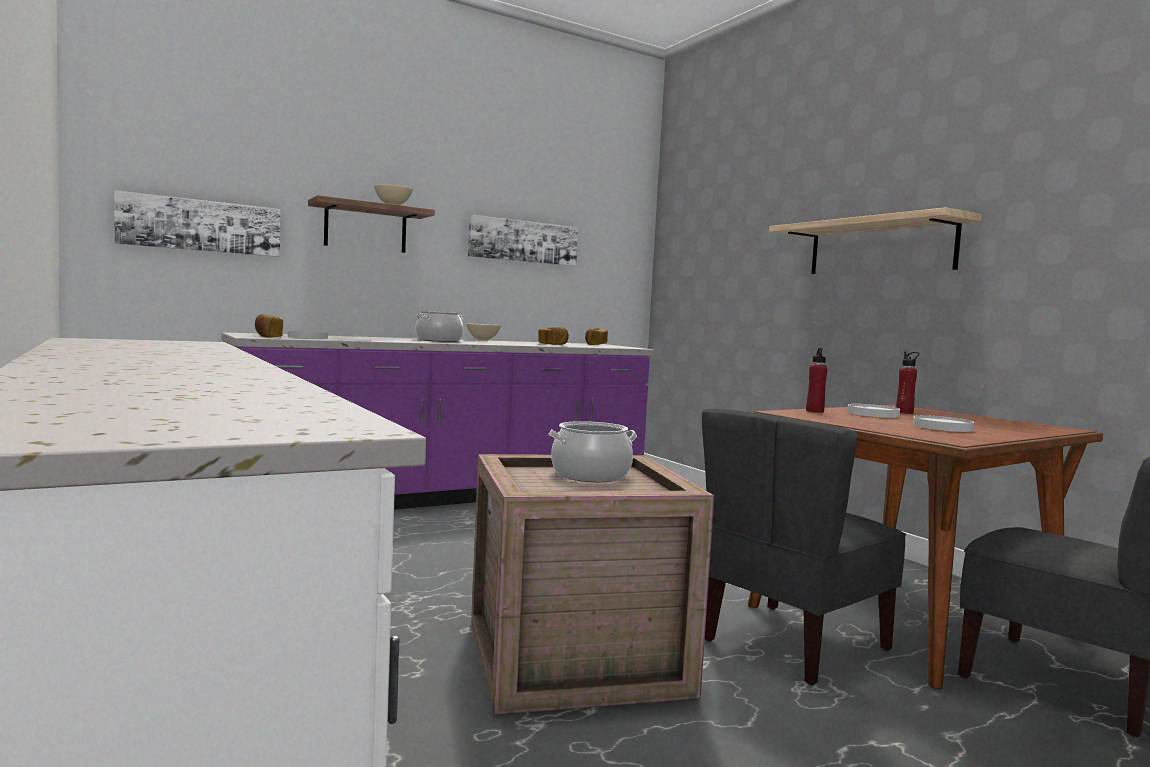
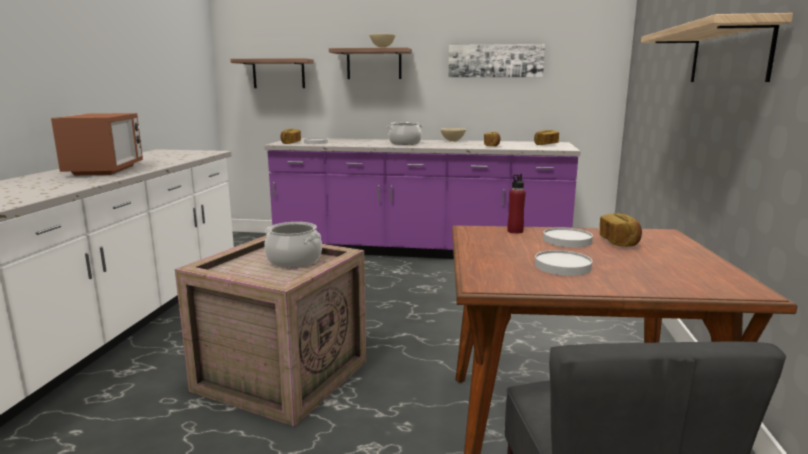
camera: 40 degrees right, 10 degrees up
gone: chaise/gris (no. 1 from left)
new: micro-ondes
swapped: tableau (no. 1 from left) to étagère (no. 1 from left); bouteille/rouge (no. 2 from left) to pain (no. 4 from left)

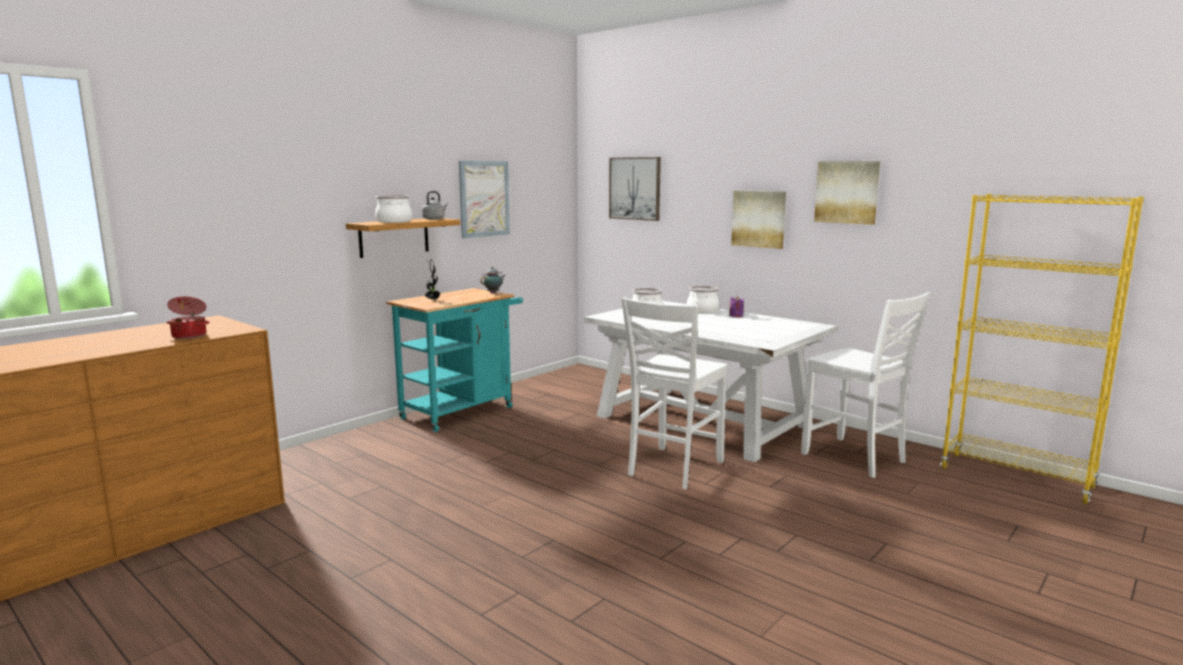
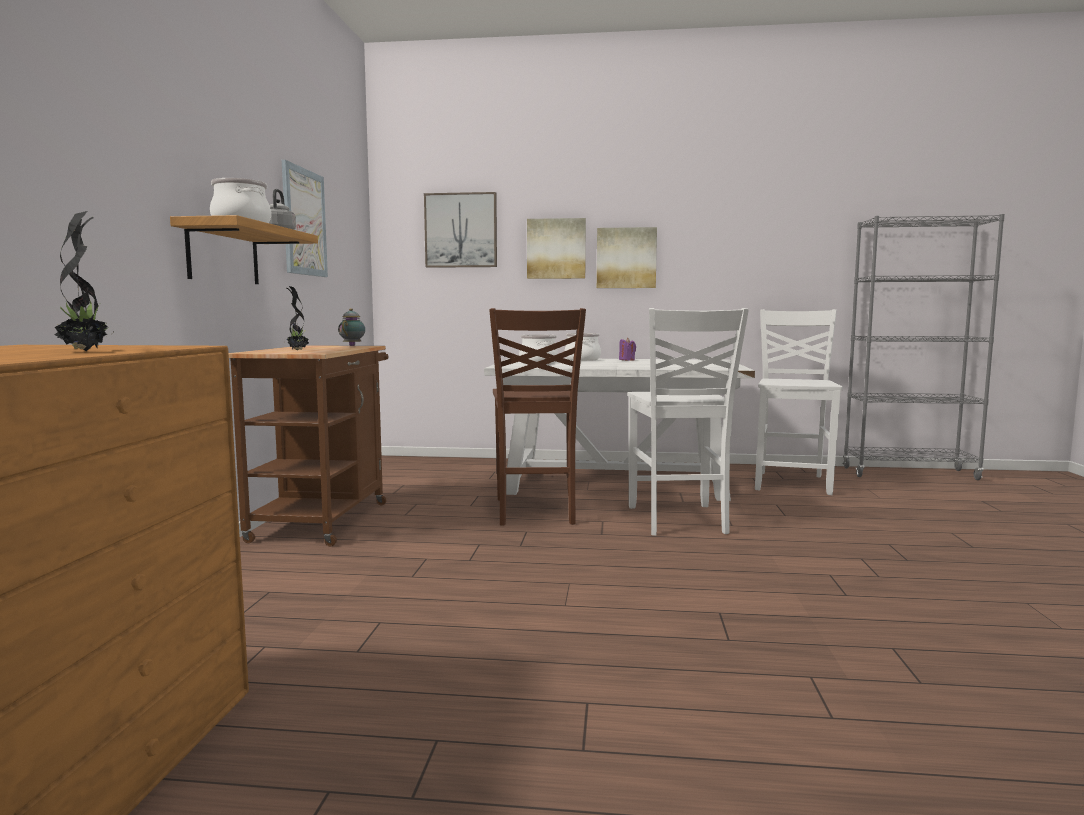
camera: 35 degrees left, 5 degrees down
new: chaise/marron
shifted: tableau (no. 4 from left in the first image) to tableau (no. 3 from left)
swapped: marmite (no. 1 from left) to plante en pot (no. 1 from left)
repainted: chariot/turquoise to chariot/marron; bibliothèque/jaune to bibliothèque/gris
rotated: chaise/blanc (no. 2 from left) 90 degrees counterclockwise

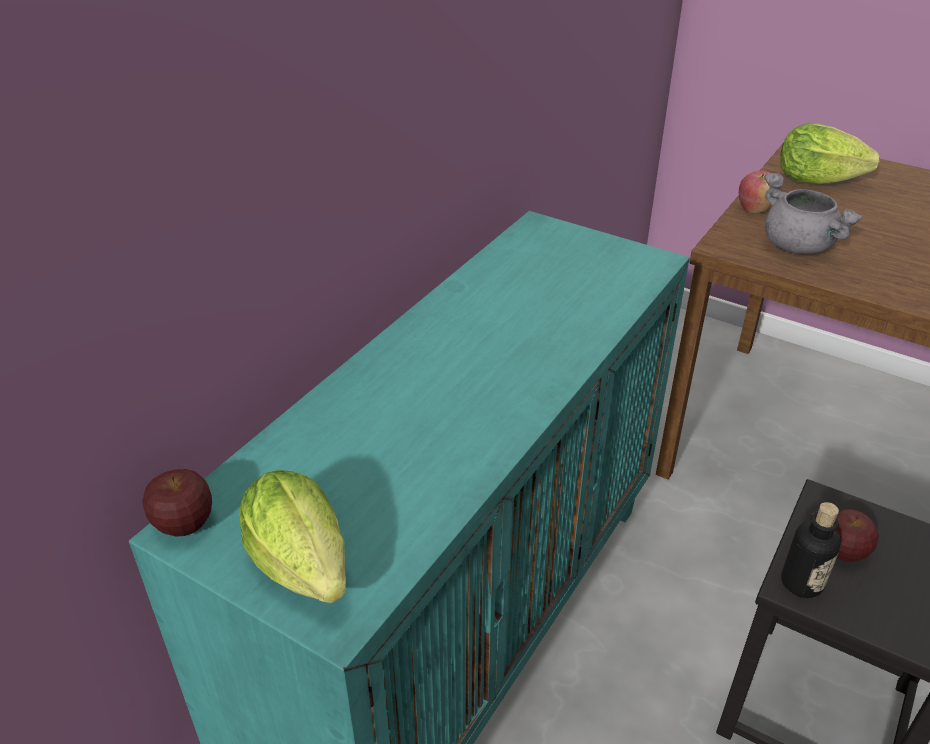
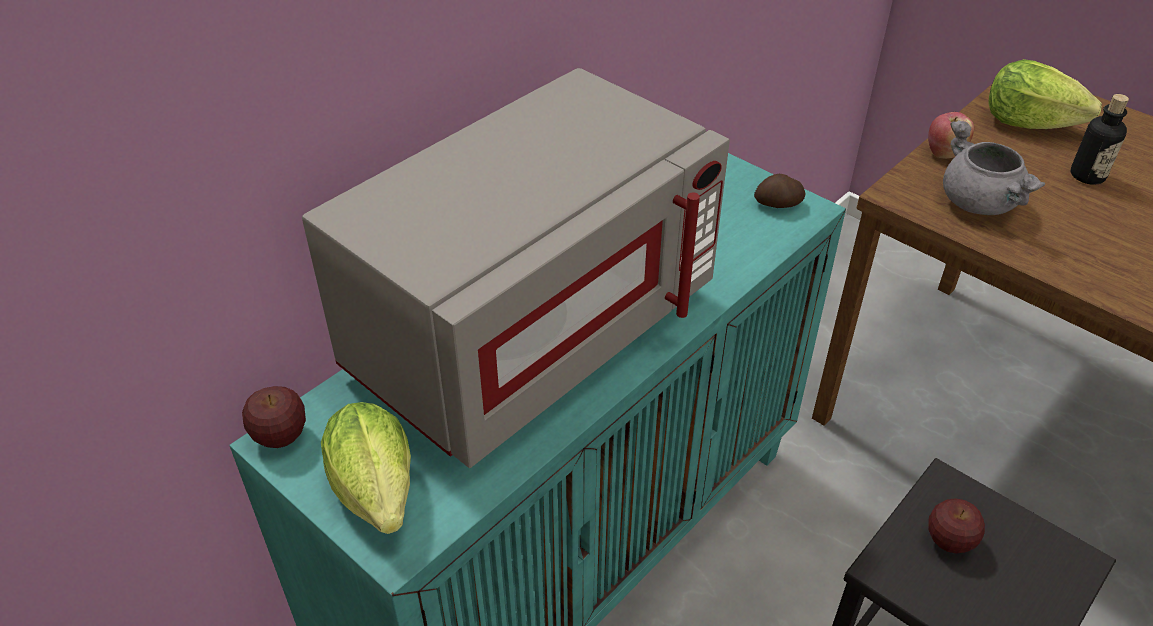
camera: 10 degrees right, 5 degrees up
new: micro-ondes/gris; pomme de terre
shifted: bouteille

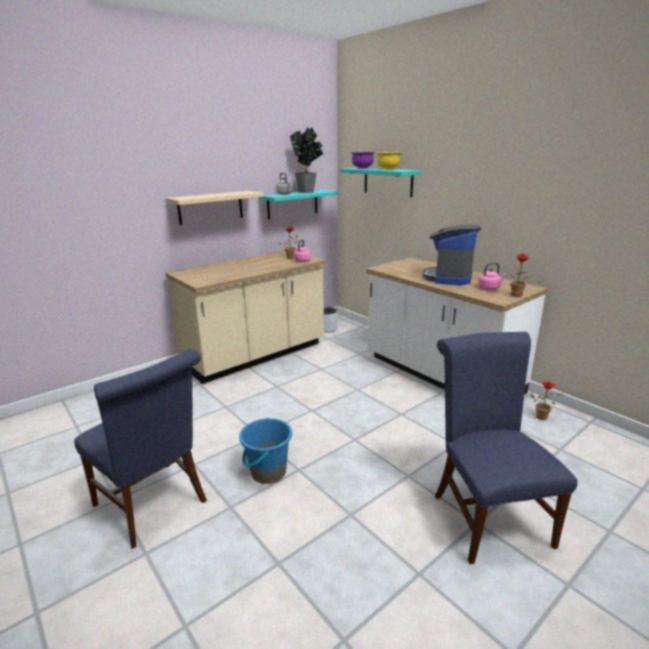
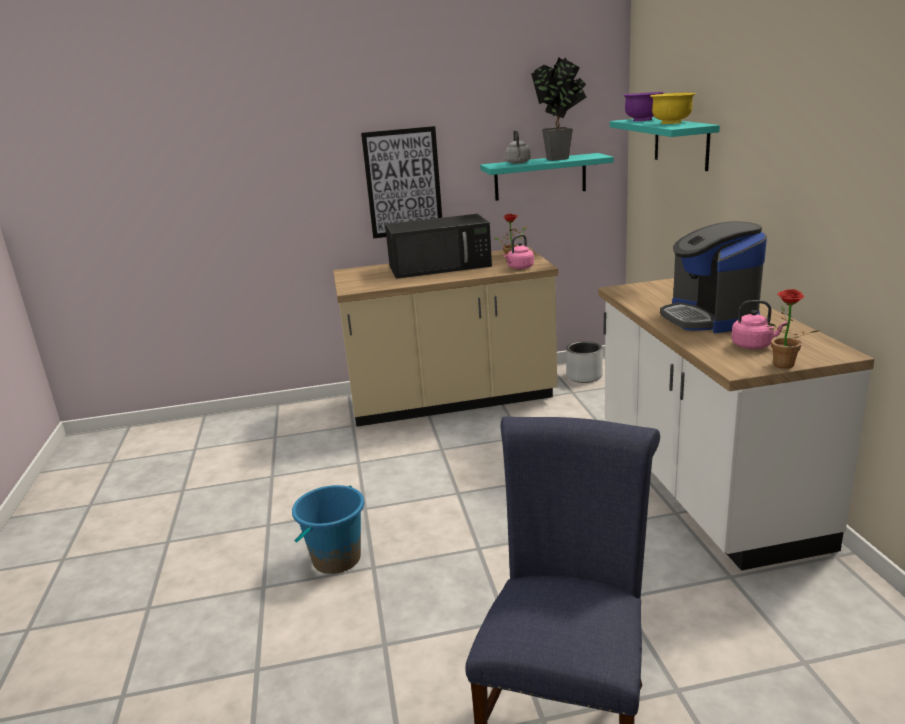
camera: 30 degrees right, 0 degrees up
gone: chaise/bleu (no. 1 from left); plante en pot (no. 4 from left)
new: micro-ondes/noir
swapped: étagère/beige to tableau
rotated: machine à café 60 degrees counterclockwise

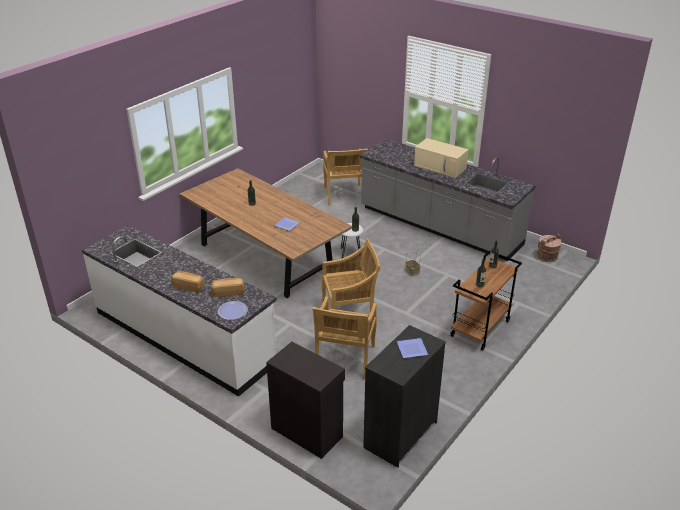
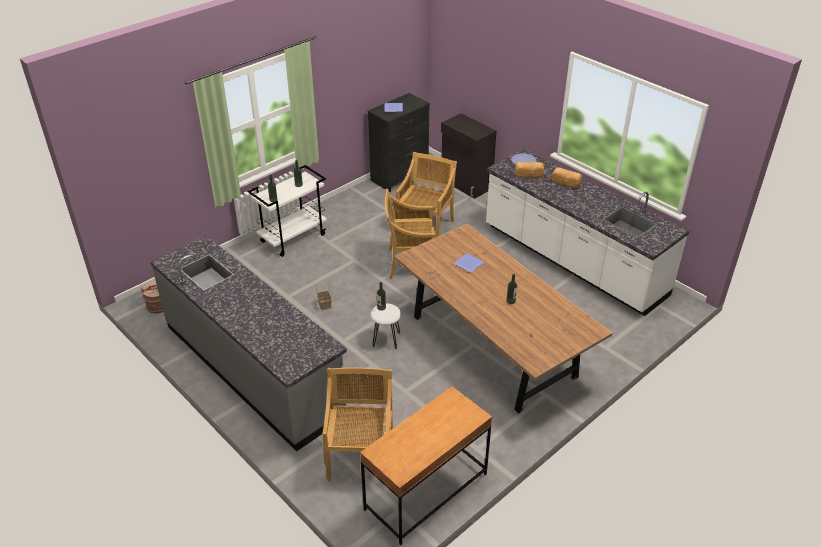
camera: 170 degrees left, 5 degrees up
gone: micro-ondes/beige
new: bureau/marron
repainted: chariot/marron to chariot/blanc

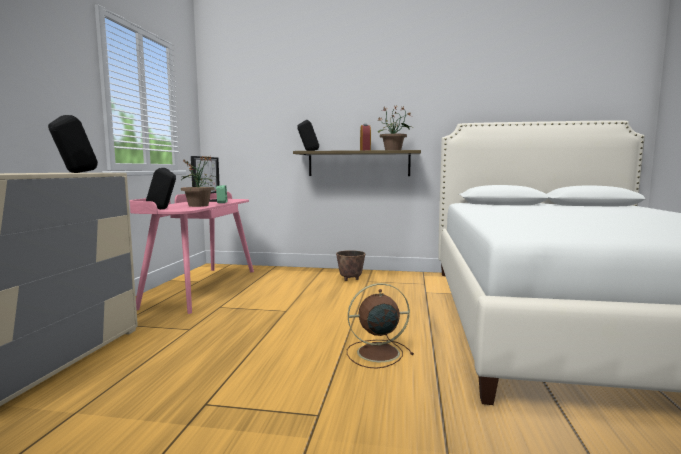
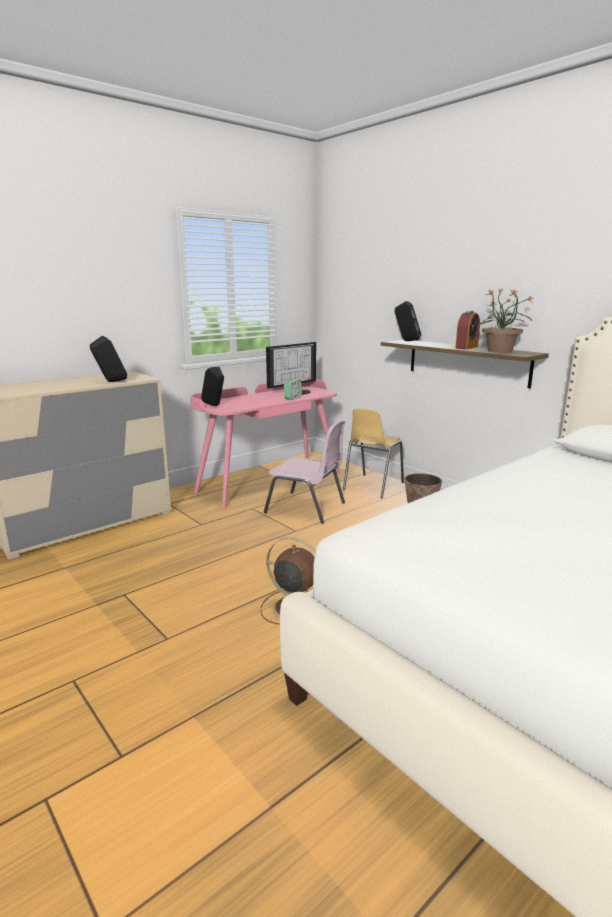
camera: 40 degrees right, 10 degrees up
gone: plante en pot (no. 1 from left)
new: chaise/rose; chaise/jaune

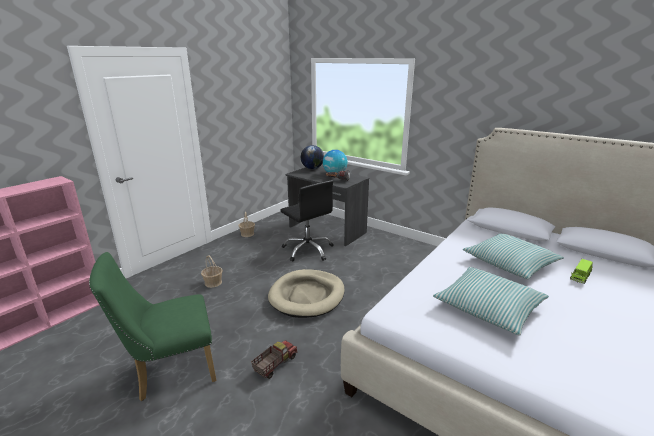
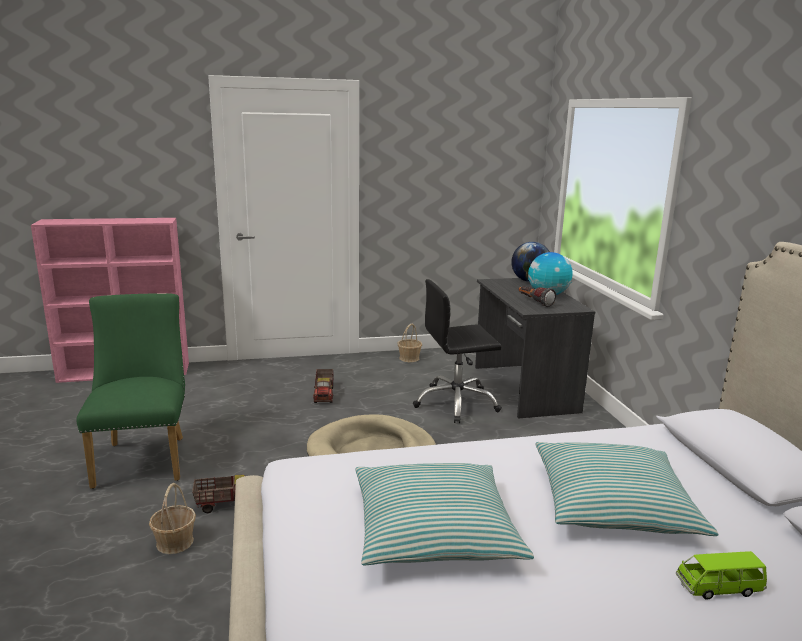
camera: 40 degrees right, 5 degrees down
new: camion jouet (no. 2 from left)
shifted: panier (no. 1 from left)
rotated: chaise/vert 60 degrees clockwise; chaise de bureau/noir 75 degrees clockwise

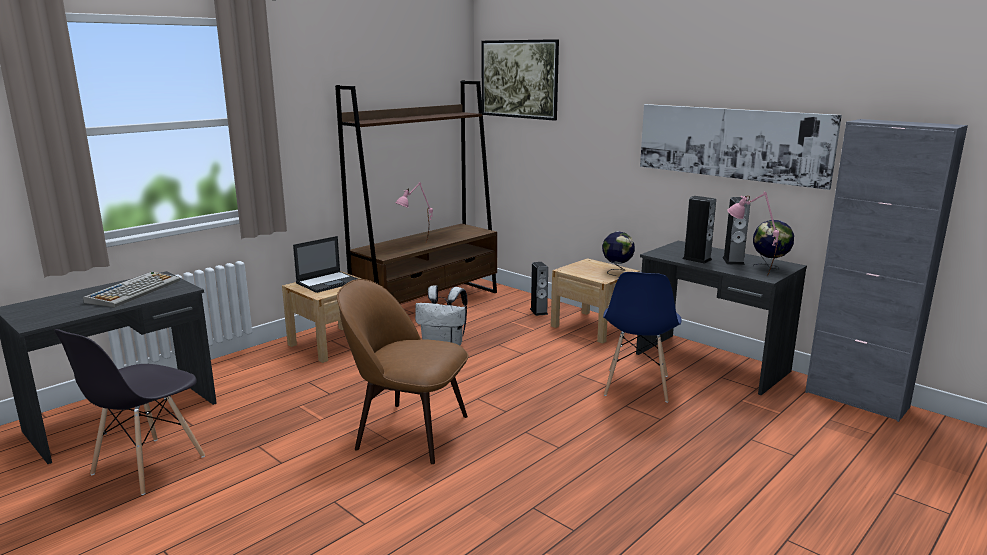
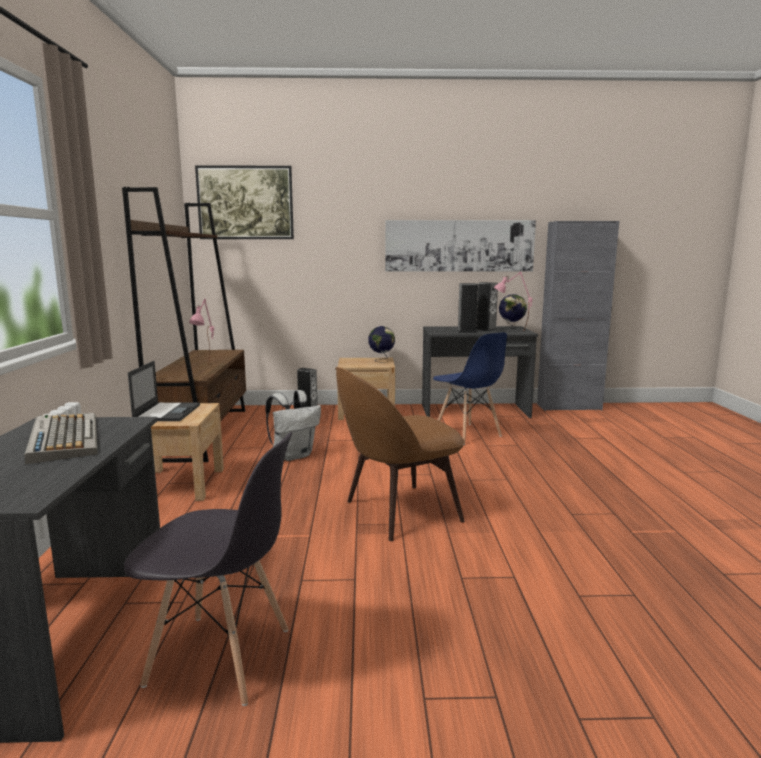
camera: 45 degrees left, 5 degrees down
rotated: chaise/gris 60 degrees counterclockwise

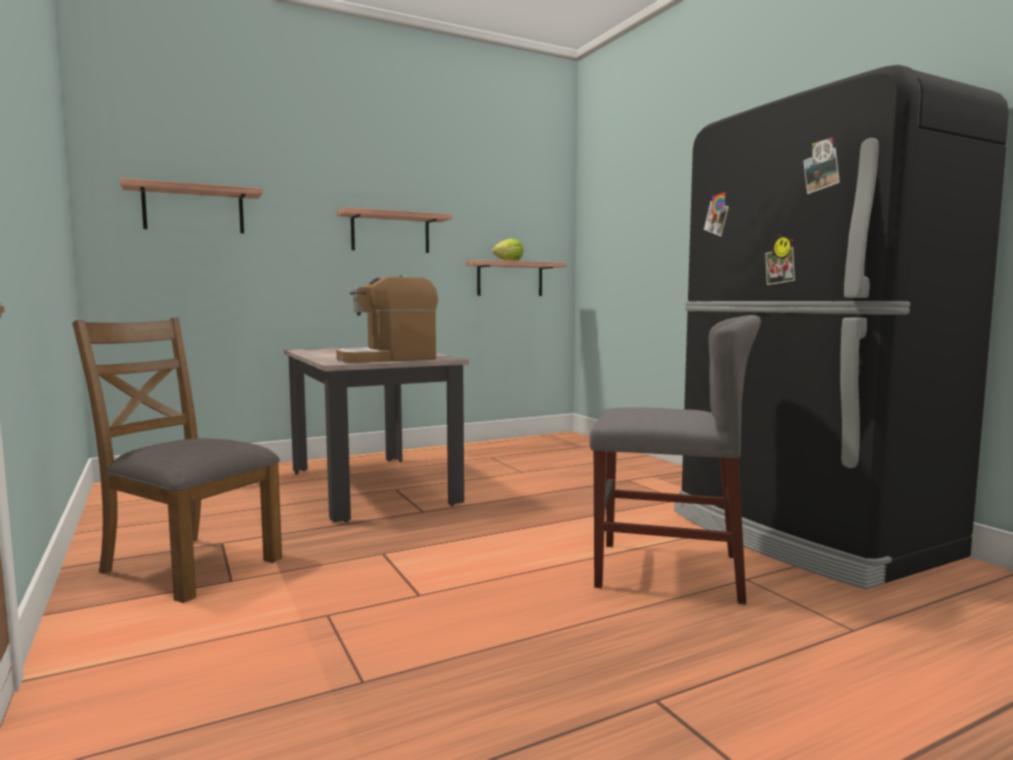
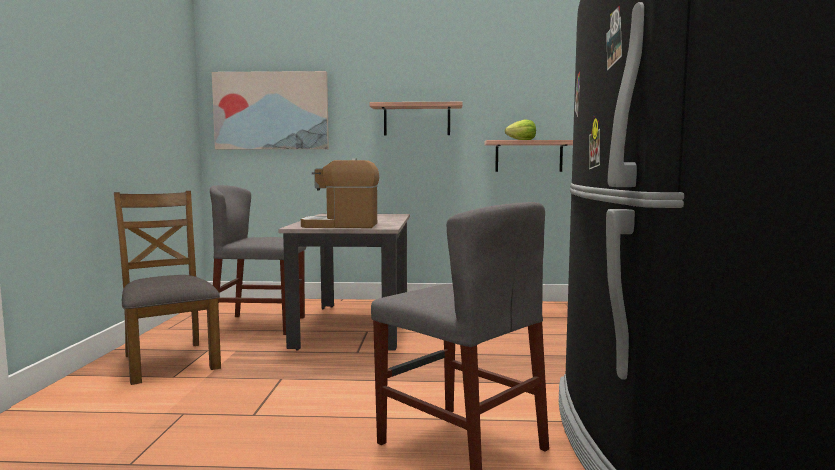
camera: 30 degrees right, 0 degrees up
new: chaise/gris (no. 1 from left)
swapped: étagère (no. 1 from left) to tableau

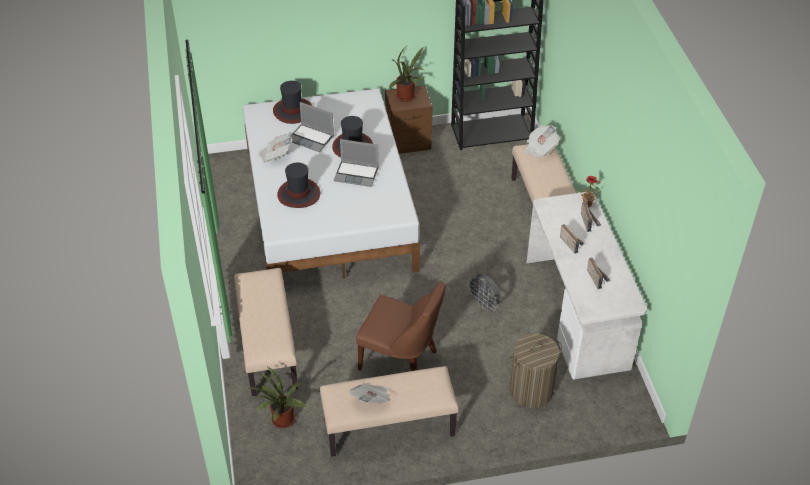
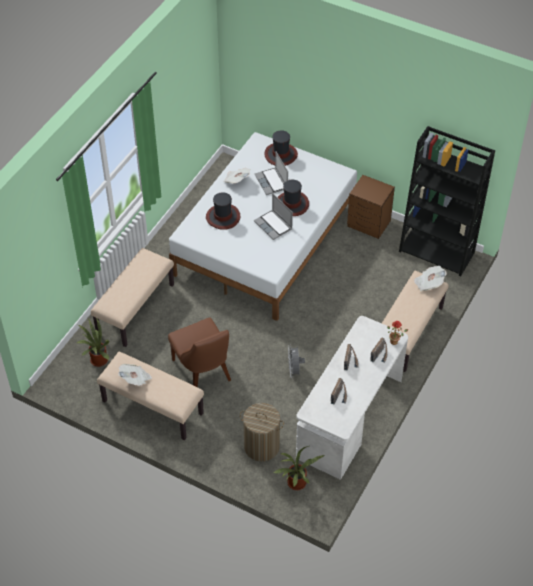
camera: 40 degrees right, 5 degrees up
shifted: plante en pot (no. 2 from left)

